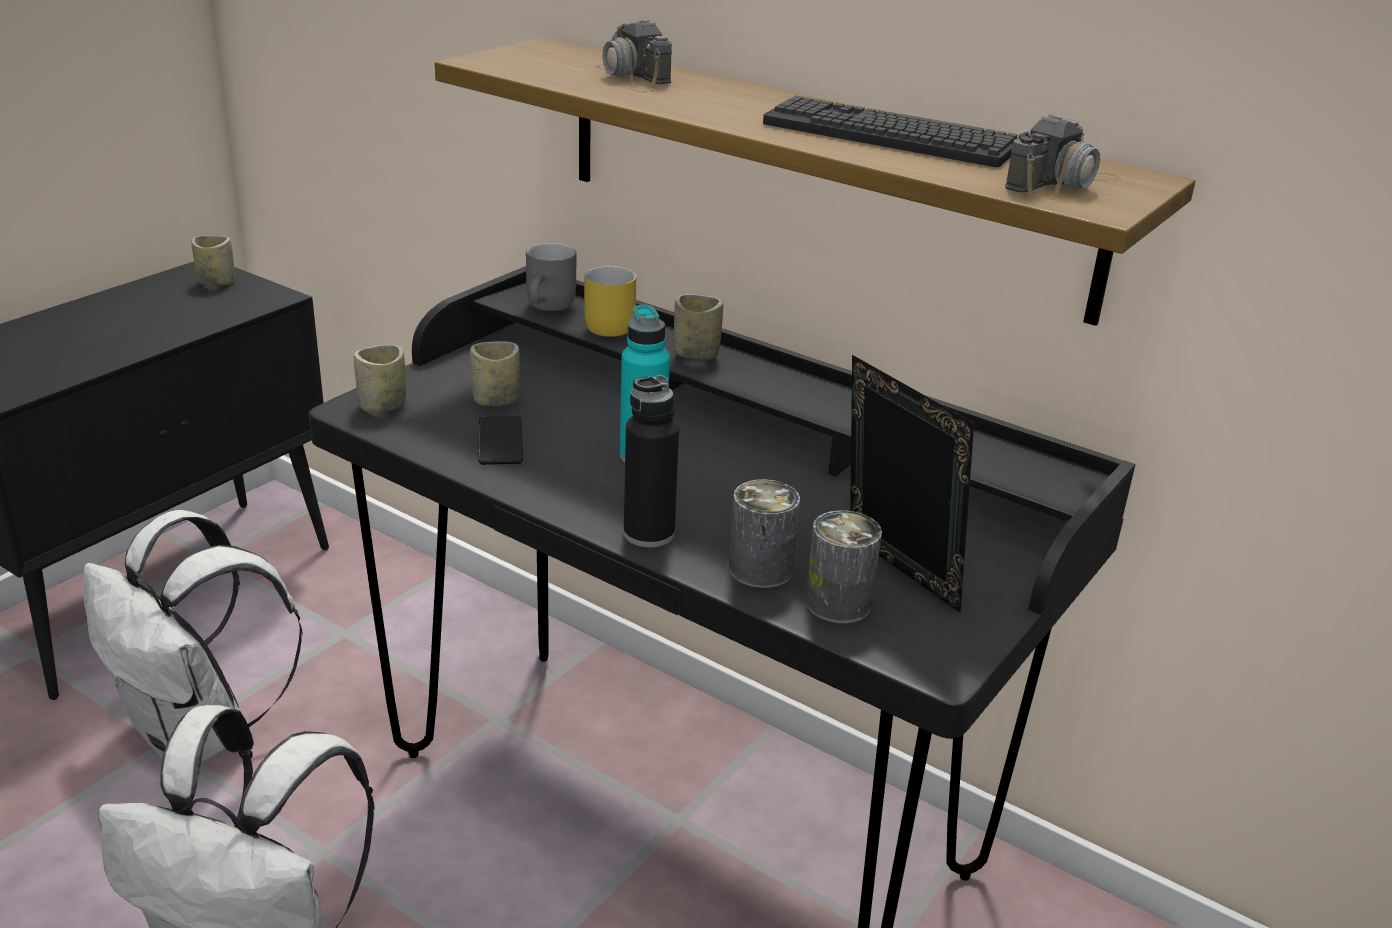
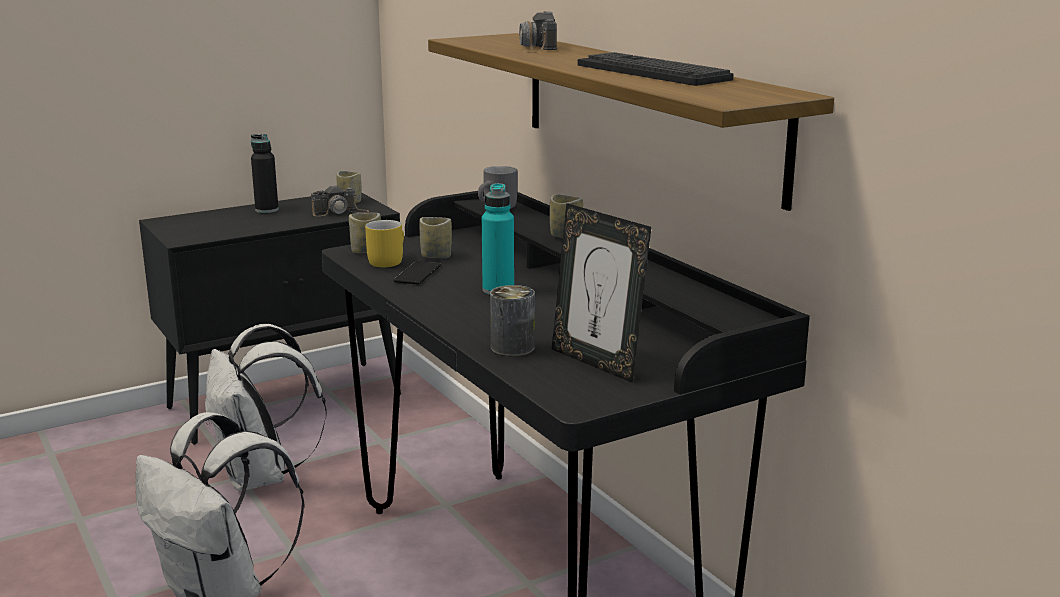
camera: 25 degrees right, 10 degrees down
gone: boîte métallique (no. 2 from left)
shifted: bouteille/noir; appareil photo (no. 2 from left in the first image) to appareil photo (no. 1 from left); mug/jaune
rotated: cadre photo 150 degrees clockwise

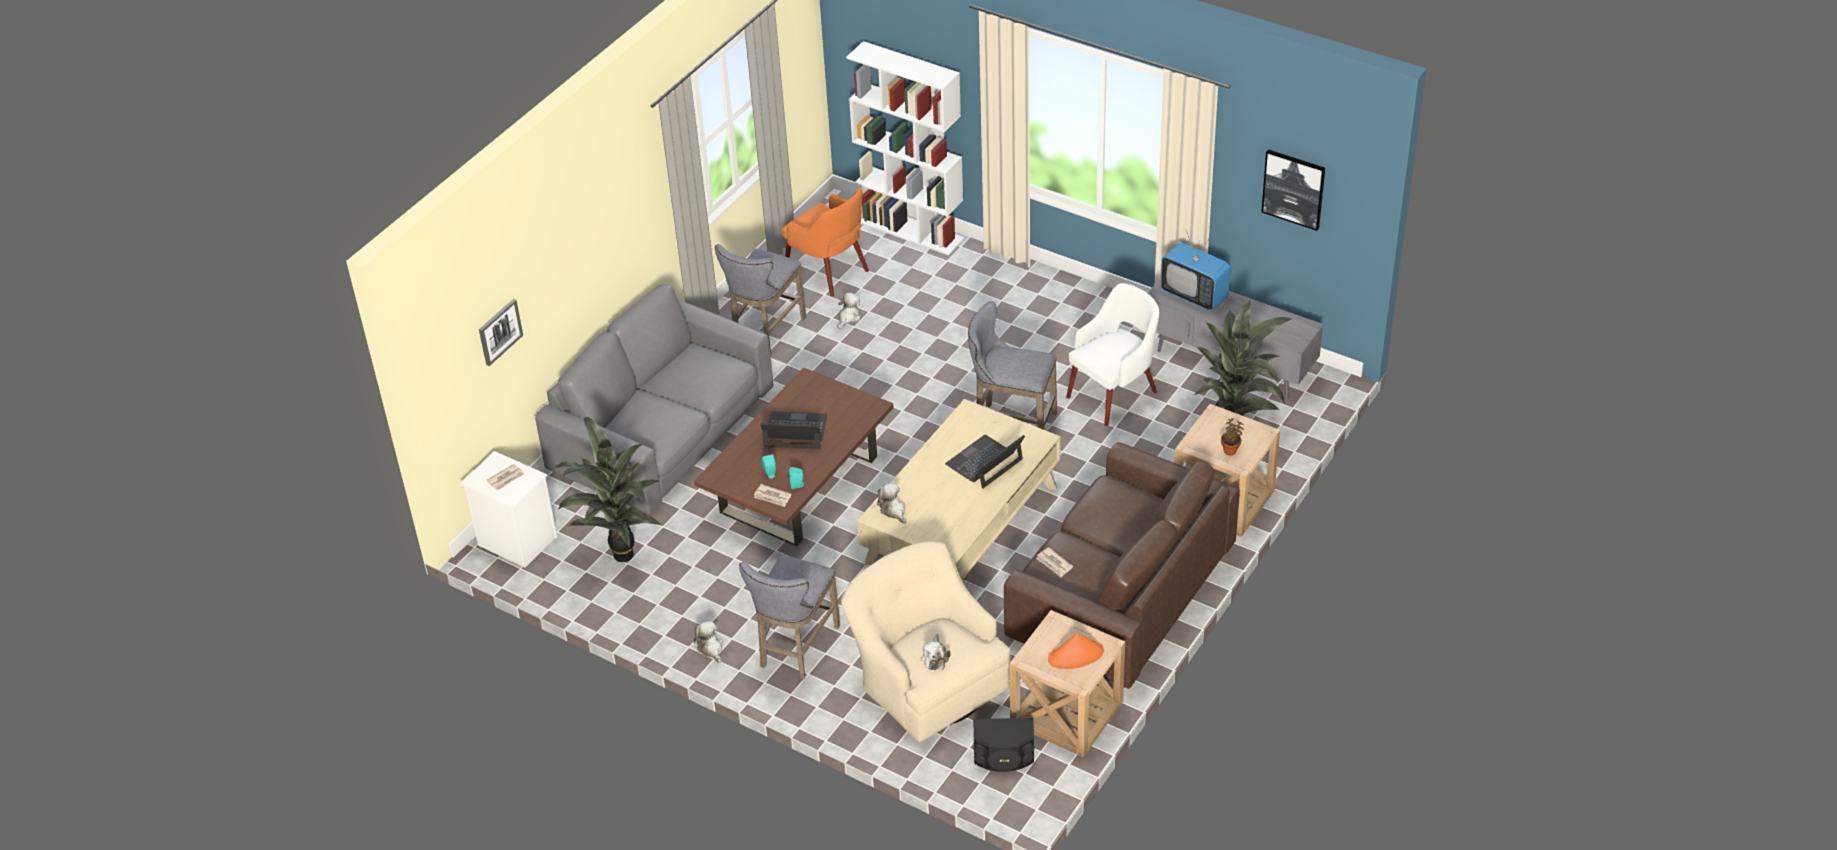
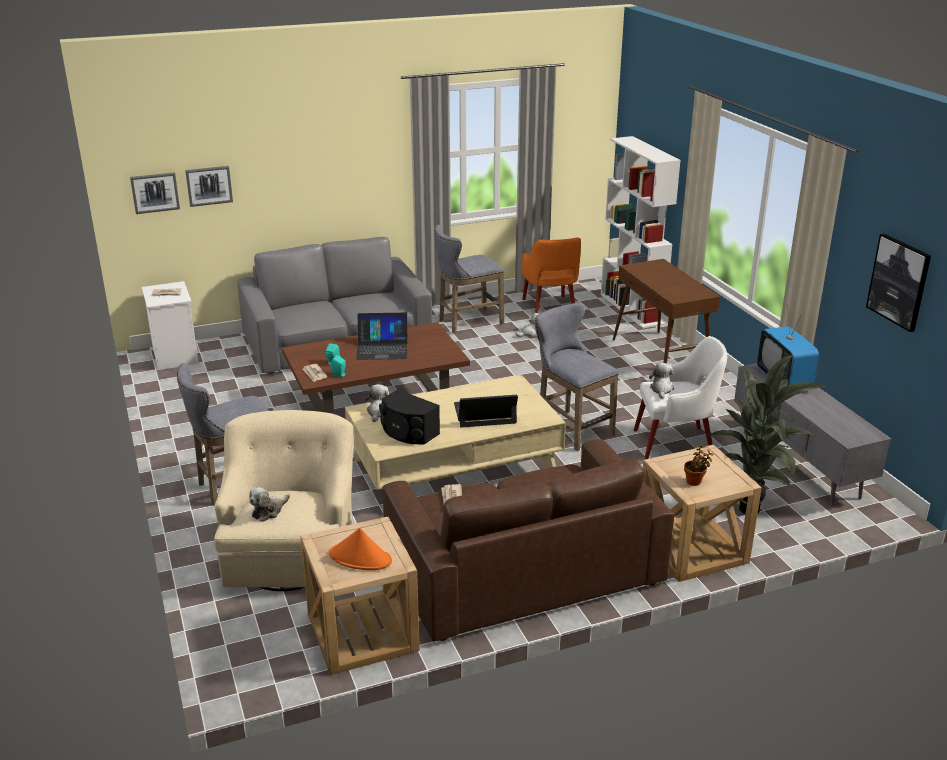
camera: 35 degrees right, 15 degrees down
gone: plante en pot (no. 1 from left)
new: tableau (no. 1 from left); table console/marron
shifted: enceinte/noir; peluche (no. 1 from left in the first image) to peluche (no. 4 from left)
rotated: ordinateur portable (no. 1 from left) 135 degrees clockwise

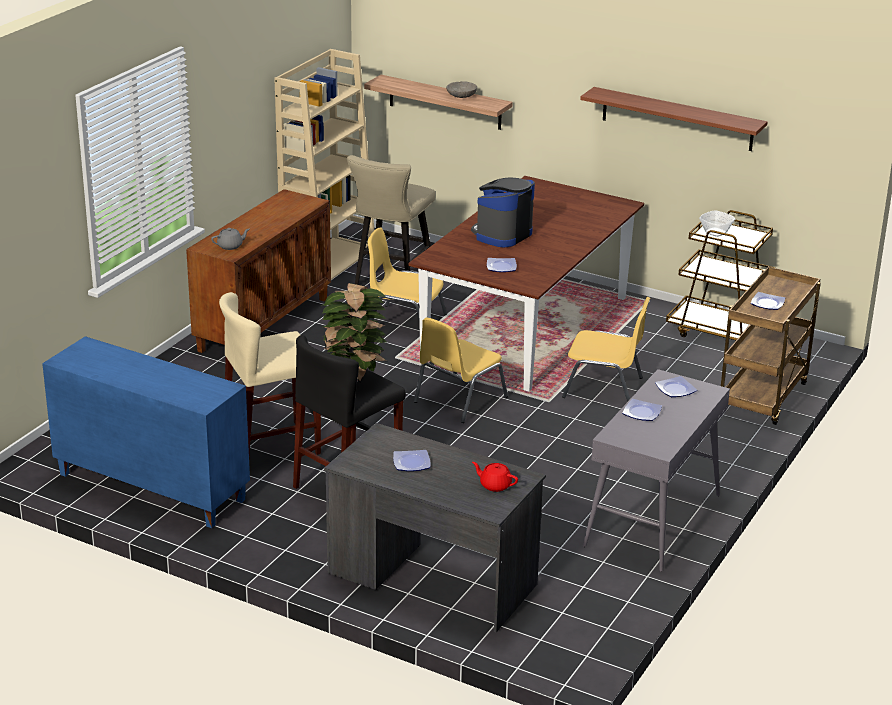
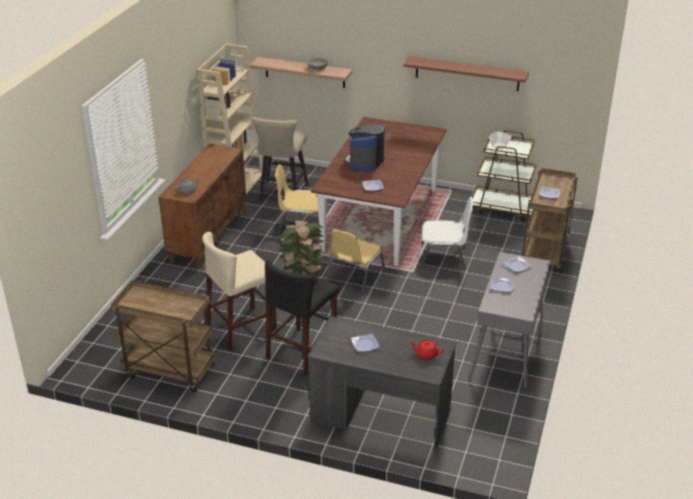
camera: 10 degrees left, 5 degrees up
swapped: meuble de rangement/bleu to chariot/marron (no. 1 from left)
repainted: chaise/jaune (no. 3 from left) to chaise/blanc

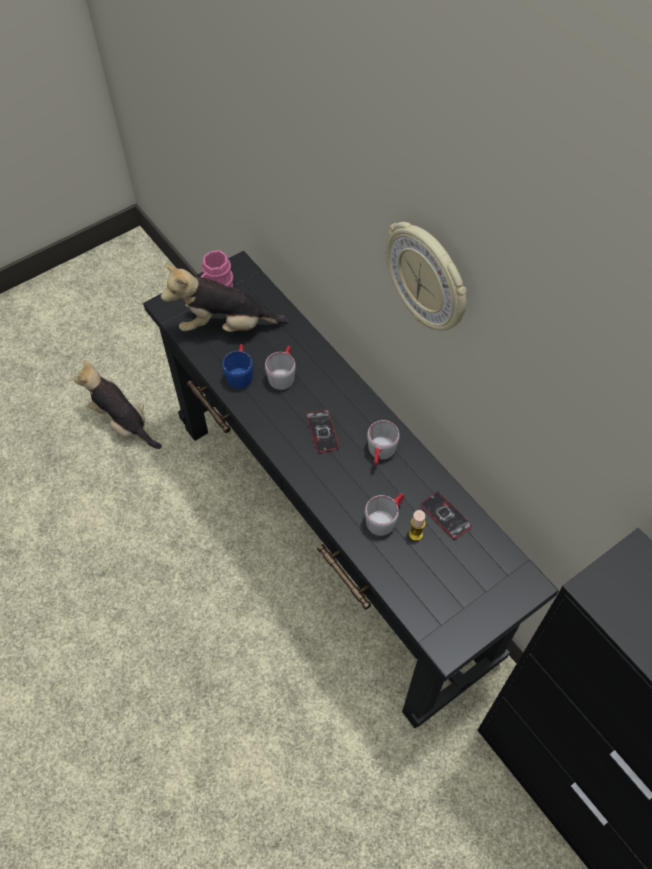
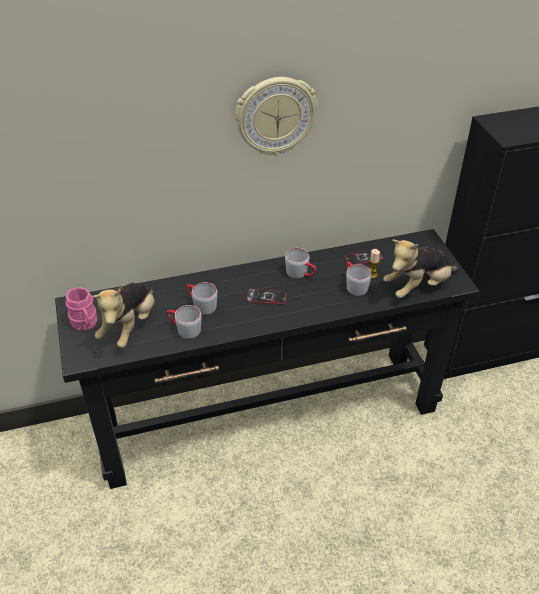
camera: 70 degrees left, 15 degrees down
shifted: peluche (no. 1 from left in the first image) to peluche (no. 2 from left)
repainted: mug/bleu to mug/gris (no. 1 from left)

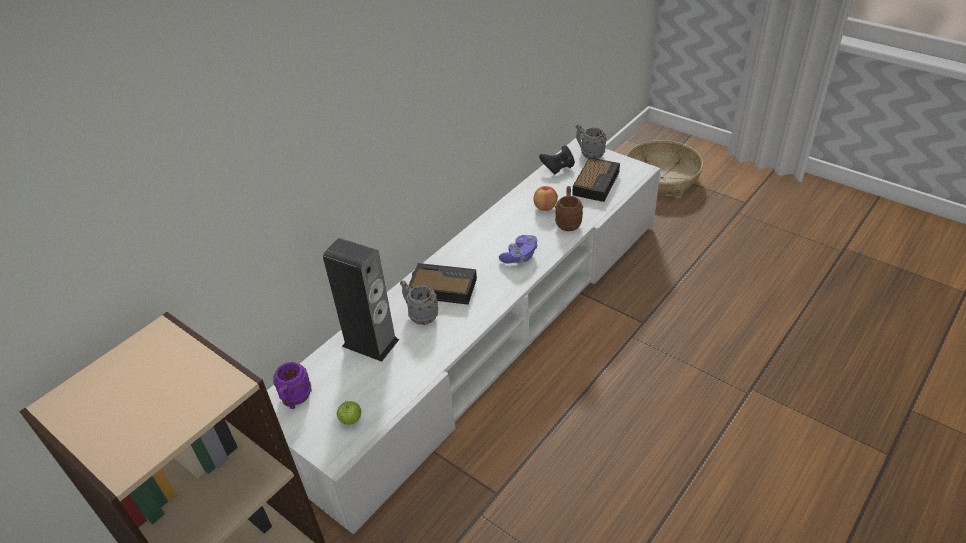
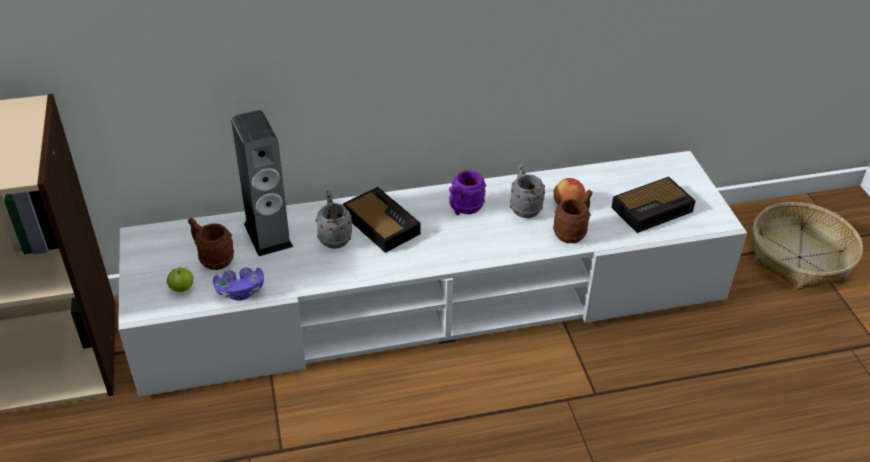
camera: 35 degrees right, 0 degrees up
gone: manette/noir
new: mug/marron (no. 1 from left)
shifted: manette/violet; mug/violet; mug/gris (no. 2 from left)

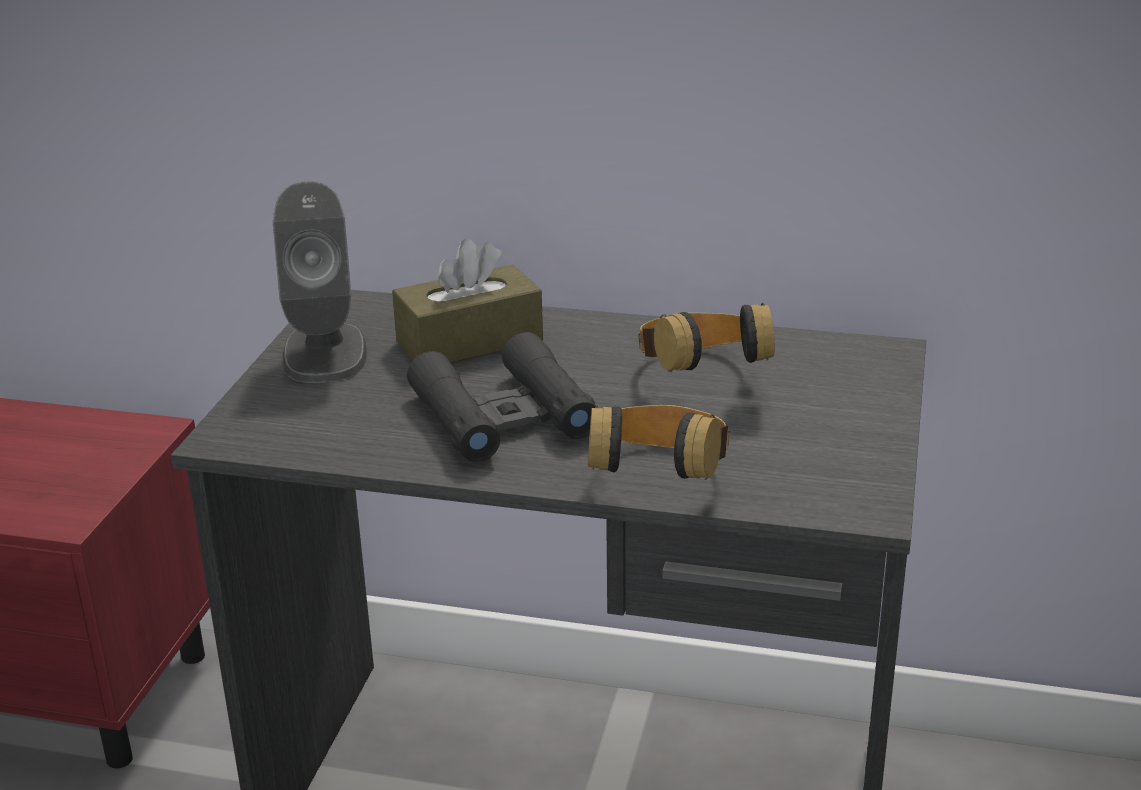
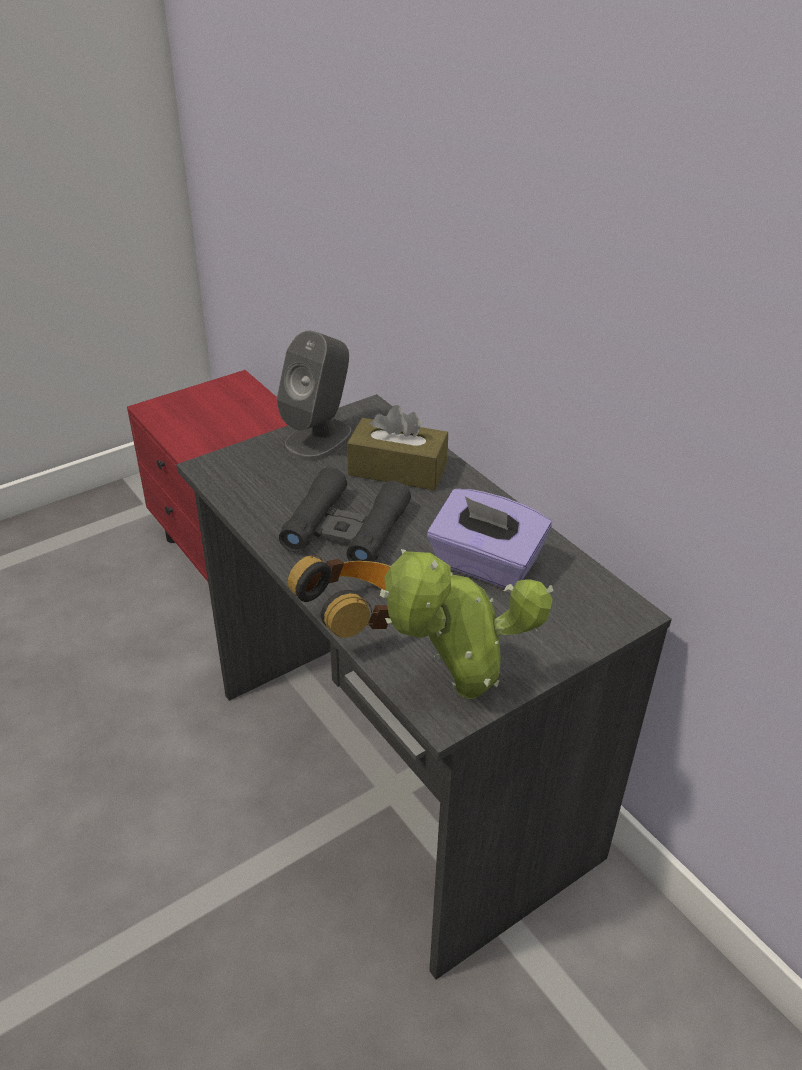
camera: 40 degrees right, 10 degrees up
new: plante en pot
swapped: casque audio (no. 2 from left) to boîte à mouchoirs/violet

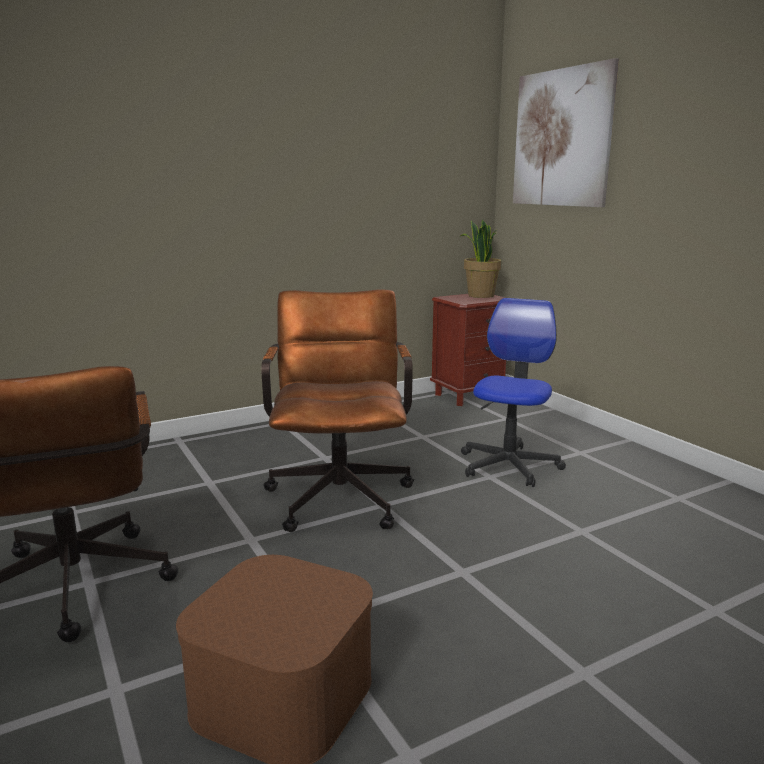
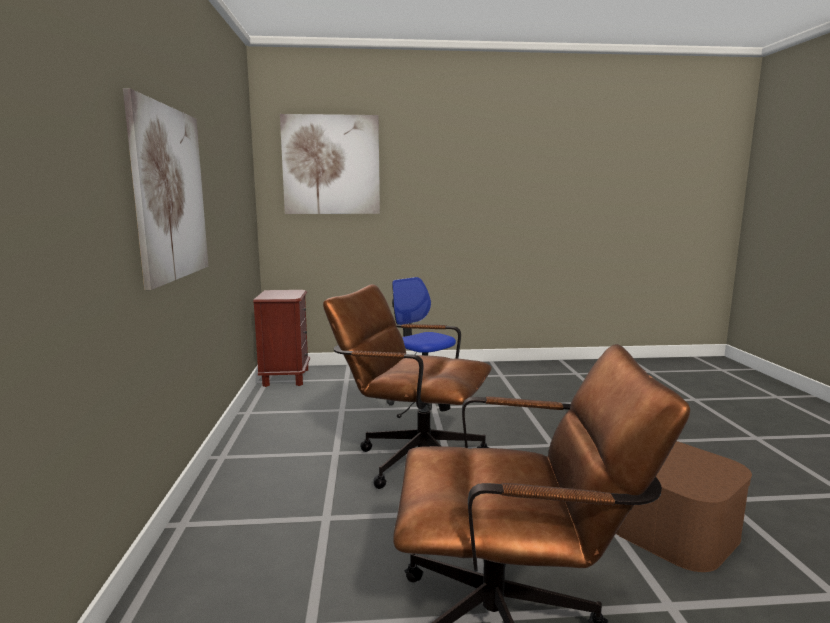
camera: 65 degrees left, 5 degrees down
gone: plante en pot
new: tableau (no. 1 from left)

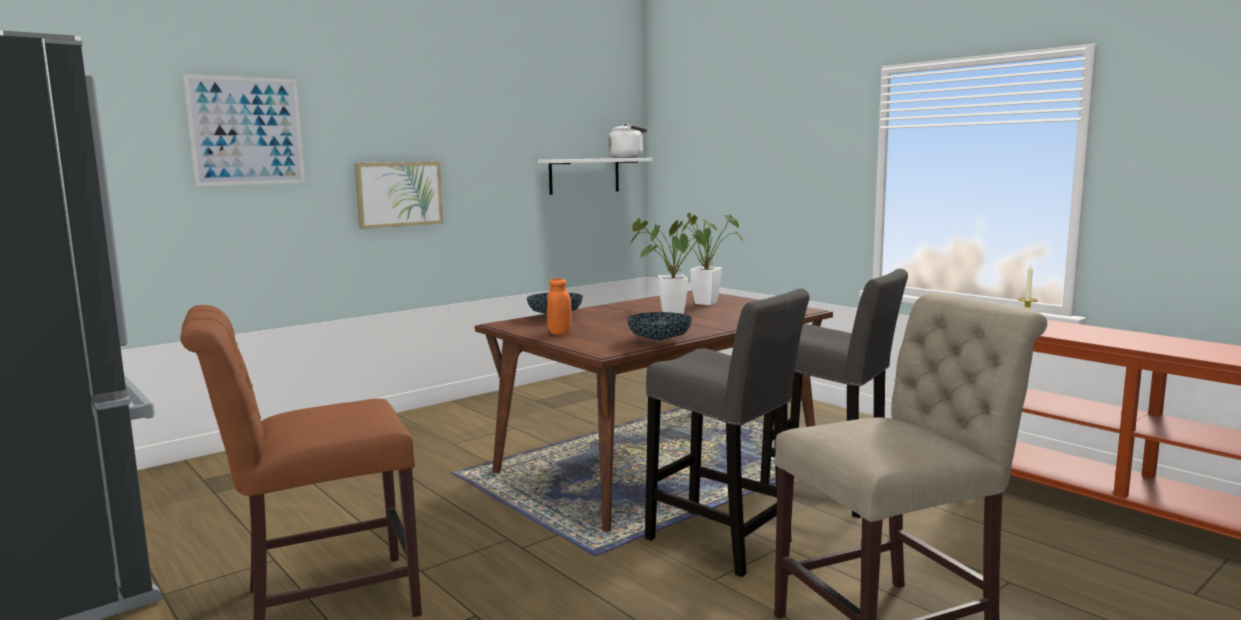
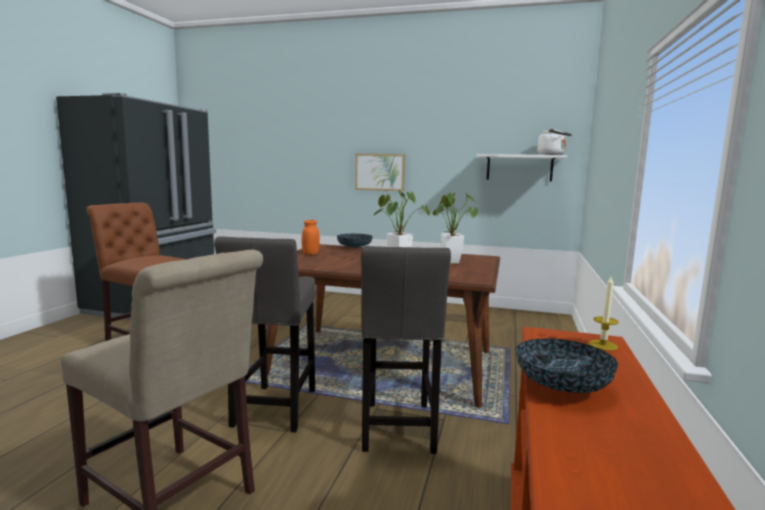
camera: 55 degrees right, 0 degrees up
gone: tableau (no. 1 from left)
shifted: bol (no. 2 from left)

